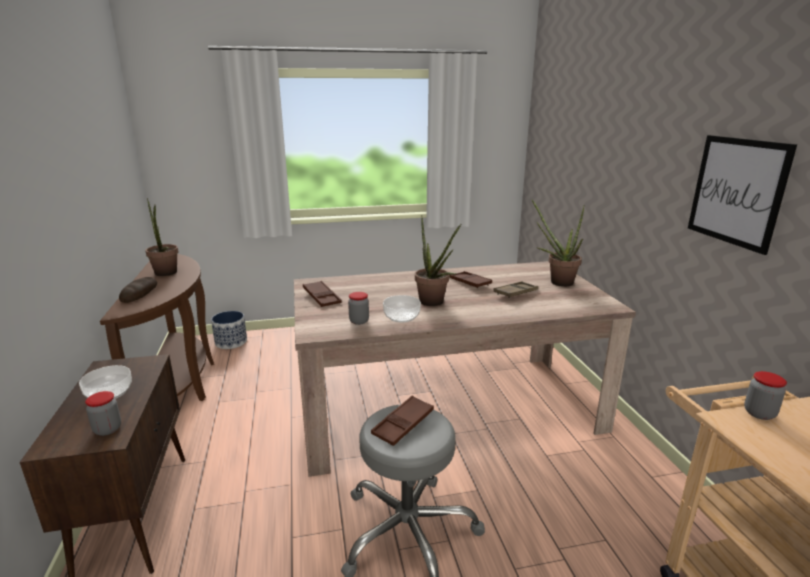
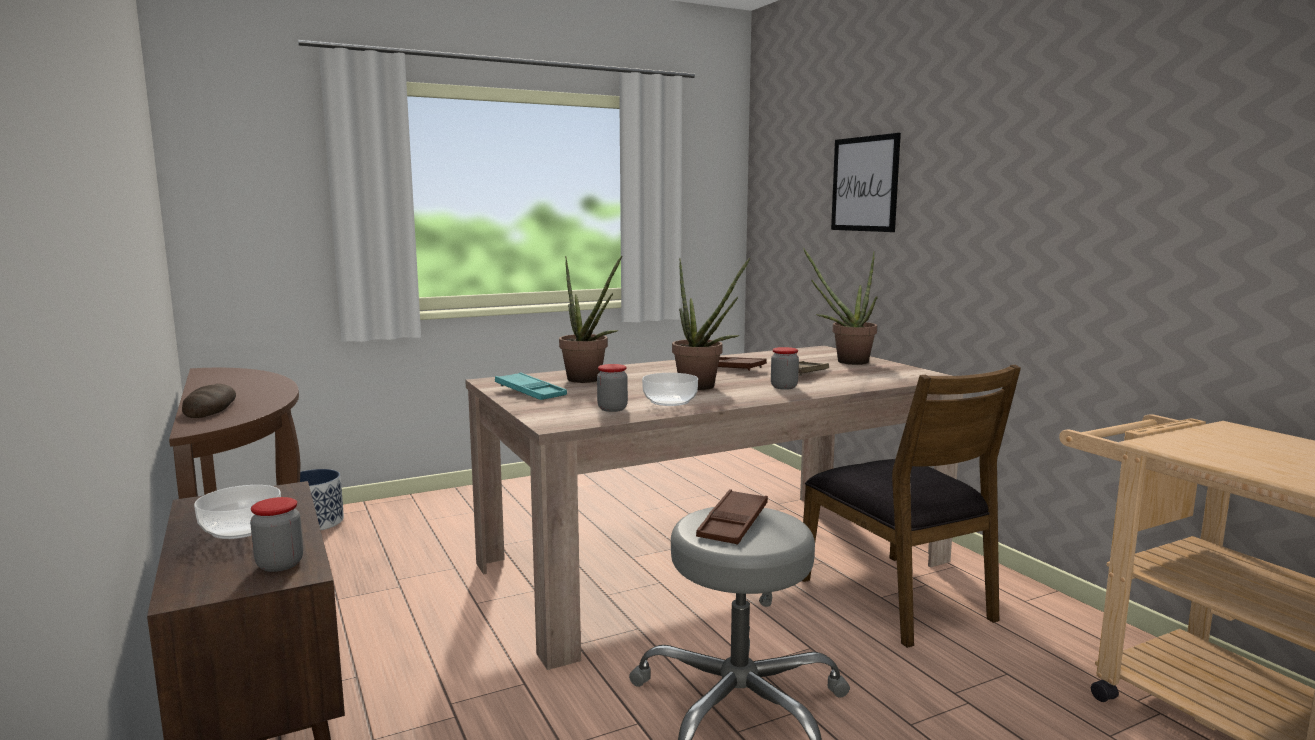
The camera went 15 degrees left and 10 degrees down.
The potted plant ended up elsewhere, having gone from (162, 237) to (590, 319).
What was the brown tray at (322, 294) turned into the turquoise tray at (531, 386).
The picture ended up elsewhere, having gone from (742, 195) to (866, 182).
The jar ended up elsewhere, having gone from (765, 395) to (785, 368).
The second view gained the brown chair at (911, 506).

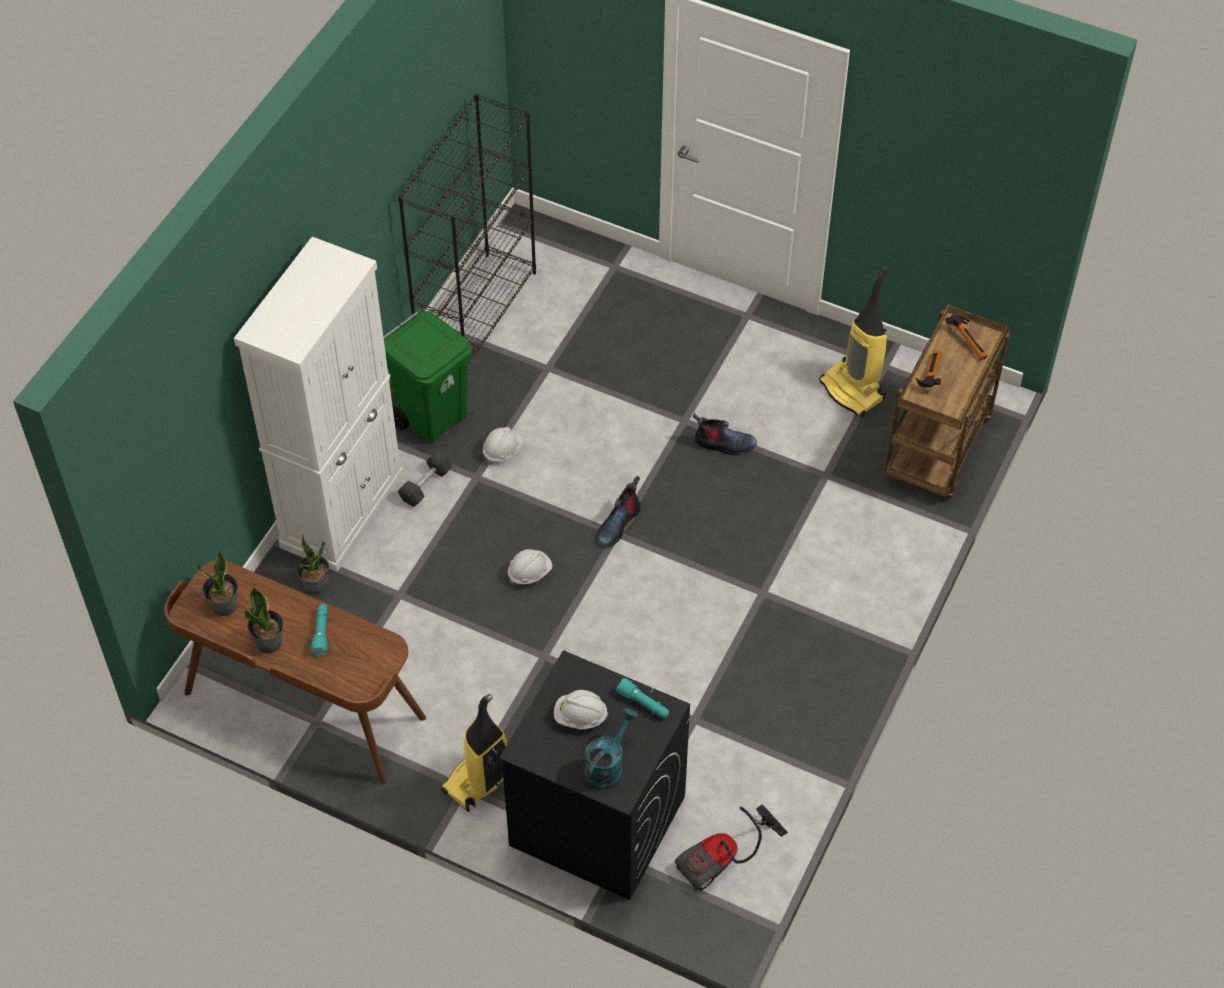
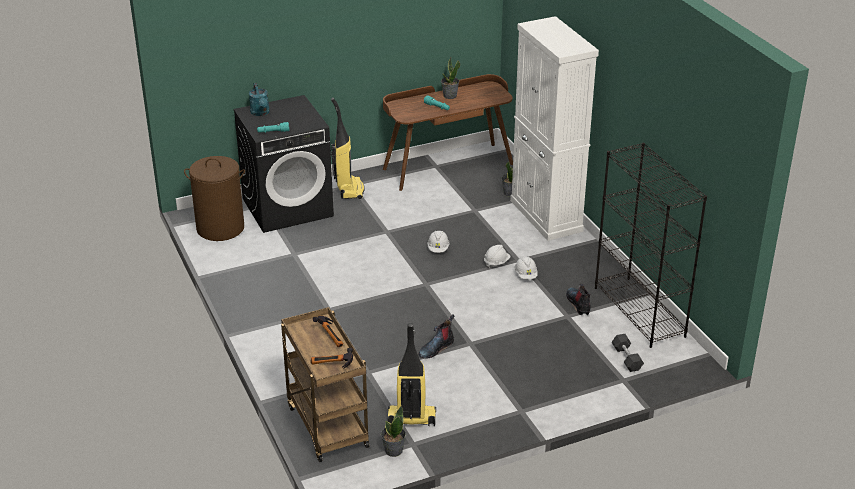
The camera went 130 degrees right and 20 degrees down.
The potted plant ended up elsewhere, having gone from (217, 583) to (393, 431).
The second view lost the green trash can at (427, 376).
The black dumbbell ended up elsewhere, having gone from (425, 479) to (628, 353).
The white hard hat ended up elsewhere, having gone from (581, 709) to (497, 256).
The boot ended up elsewhere, having gone from (619, 511) to (578, 299).
Where the vacuum cleaner stood at (731, 847), the brown laundry basket came to stand at (214, 198).

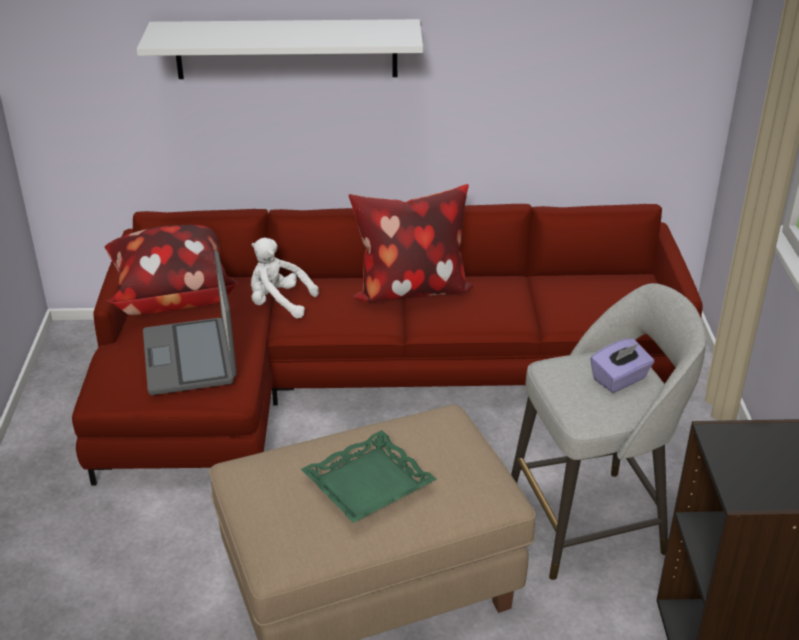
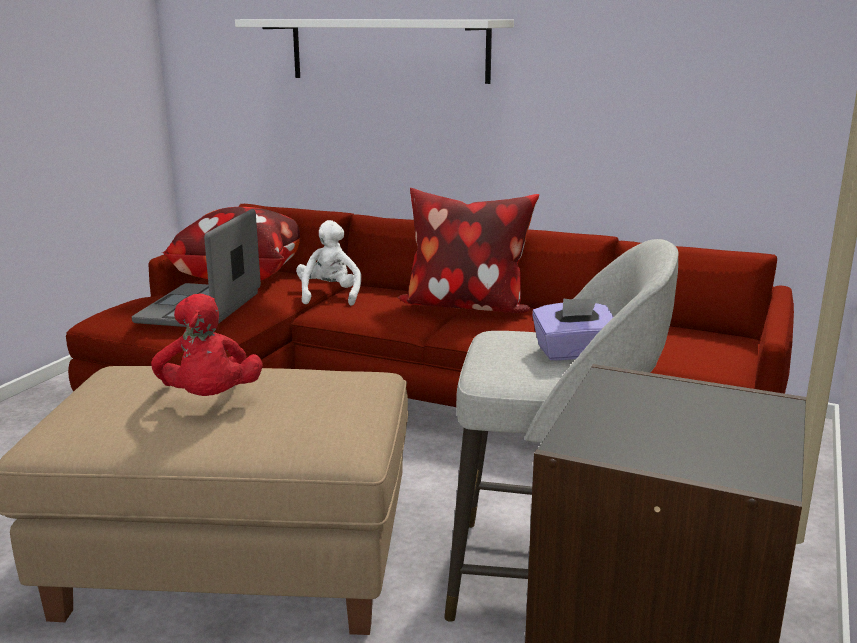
The camera went 25 degrees right and 15 degrees down.
The white plush toy at (285, 278) ended up facing another way, 45 degrees clockwise from before.
Where the green tray stood at (368, 476), the red plush toy came to stand at (207, 345).

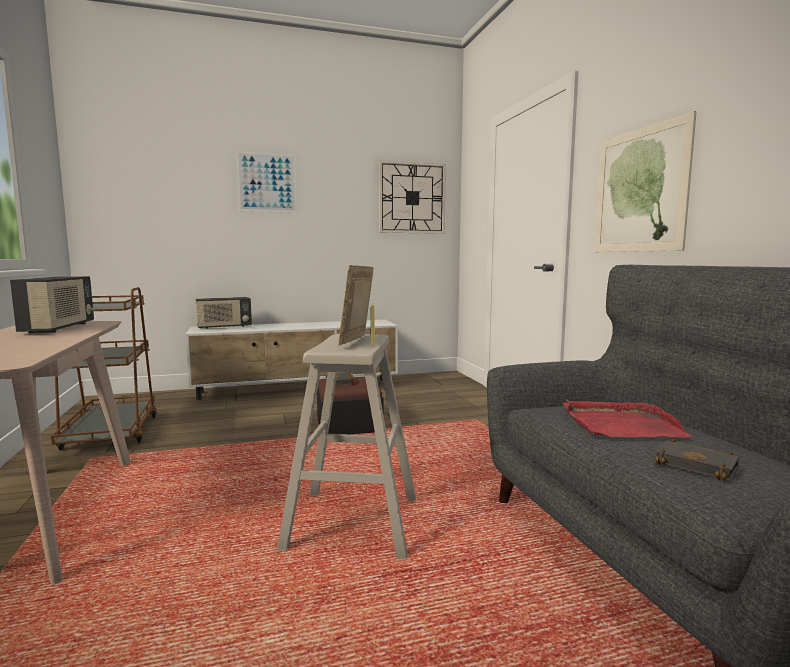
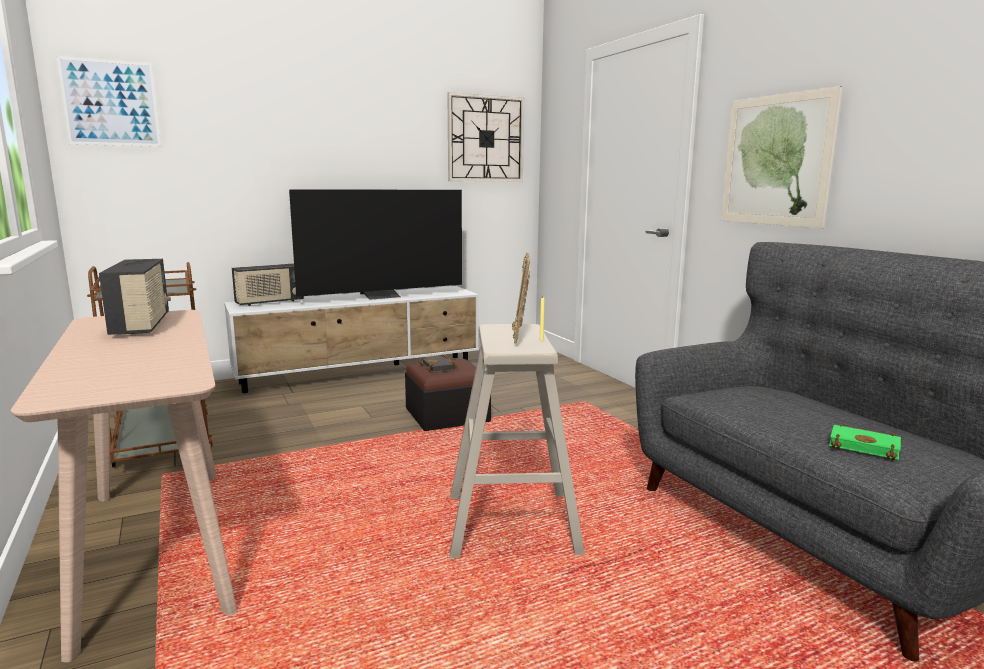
The camera went 10 degrees left and 5 degrees up.
The picture ended up elsewhere, having gone from (266, 182) to (108, 101).
The second view lost the red tray at (627, 418).
What was the black book at (696, 459) turned into the green book at (865, 441).
The second view gained the television at (375, 244).

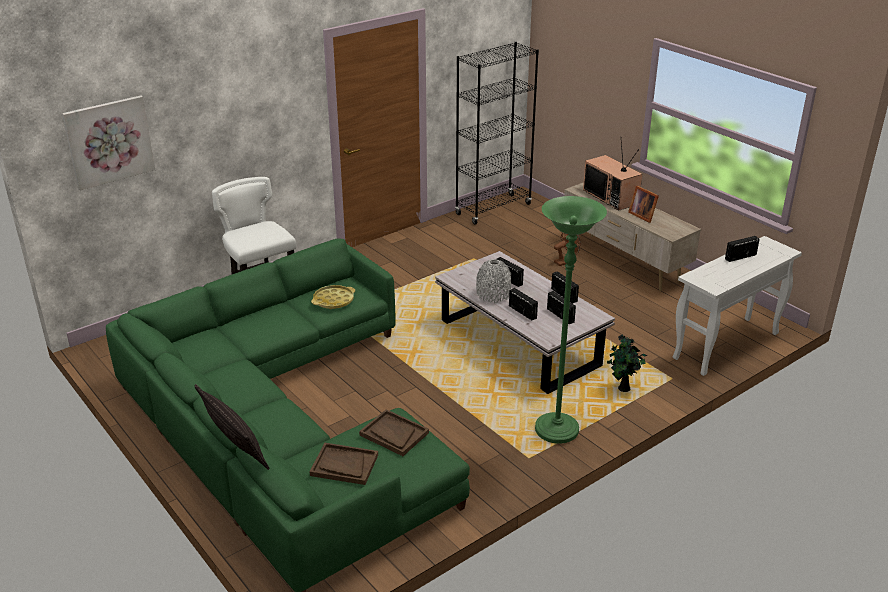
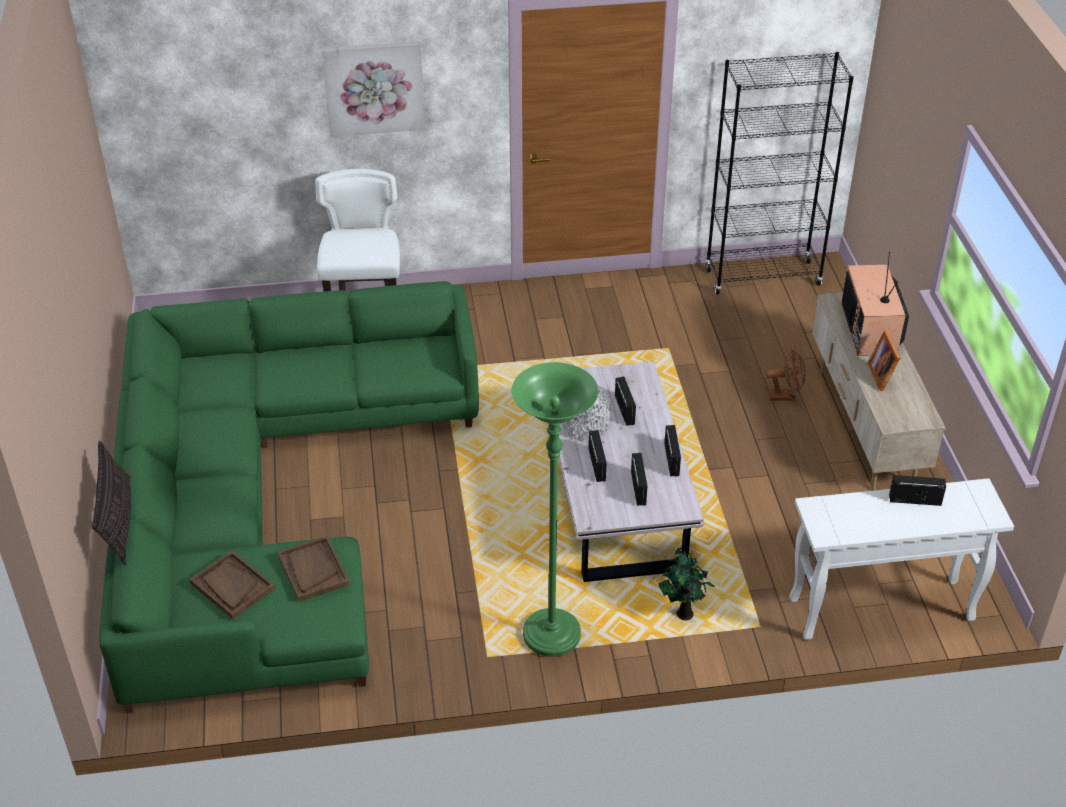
The camera went 30 degrees right and 10 degrees up.
The picture ended up elsewhere, having gone from (108, 142) to (373, 89).
The second view lost the yellow tray at (333, 297).

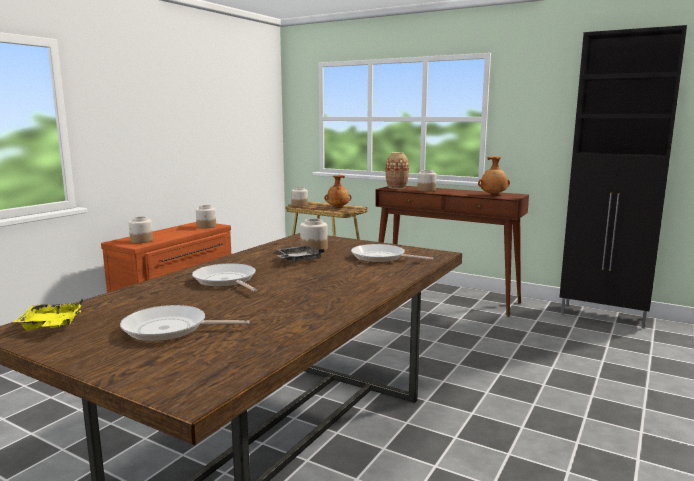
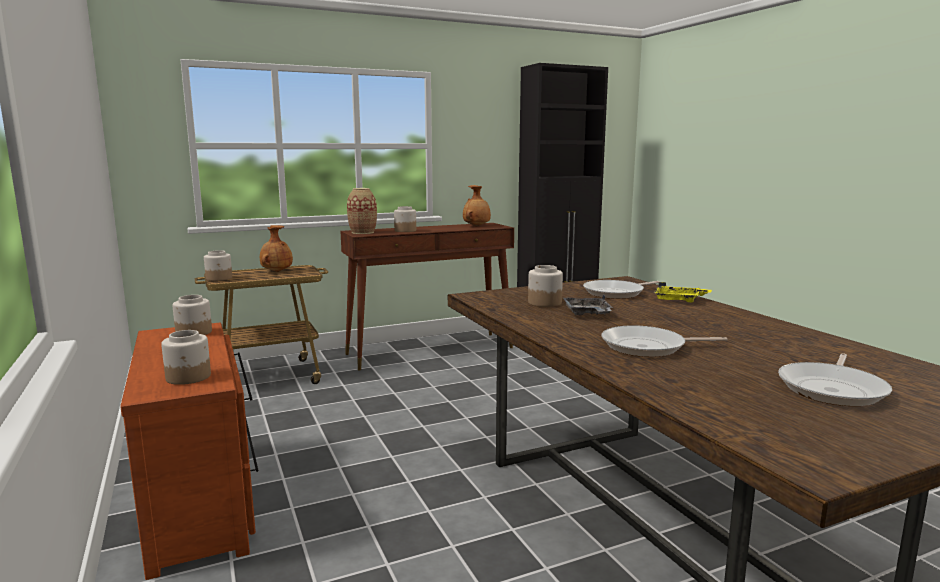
The camera went 55 degrees left and 0 degrees up.
The yellow tray ended up elsewhere, having gone from (48, 314) to (683, 292).

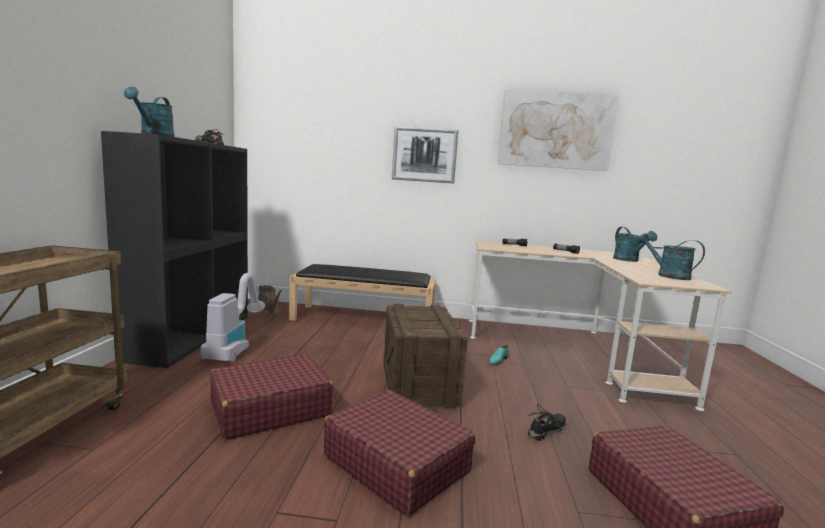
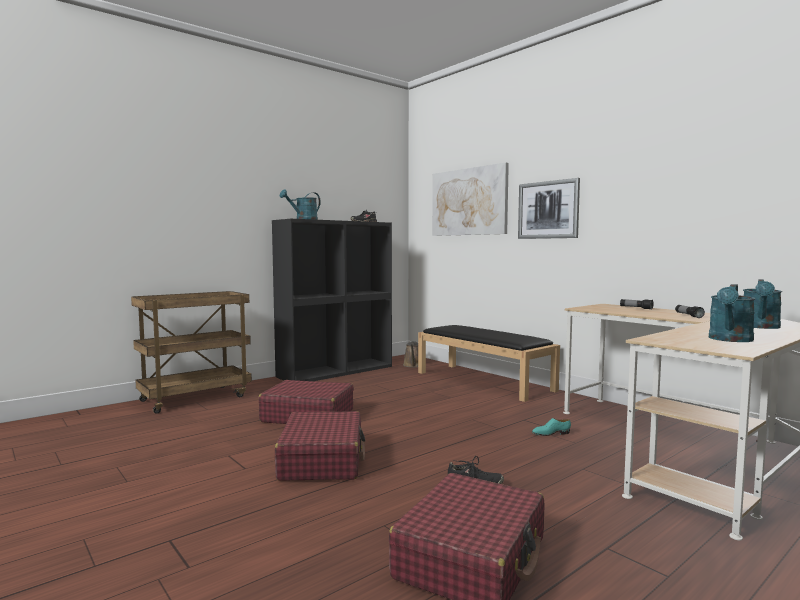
The camera went 45 degrees right and 5 degrees down.
The second view lost the vacuum cleaner at (233, 317).
The second view lost the crate at (425, 357).
The picture ended up elsewhere, having gone from (558, 130) to (470, 199).
The turquoise watering can at (671, 256) ended up facing another way, 150 degrees counterclockwise from before.

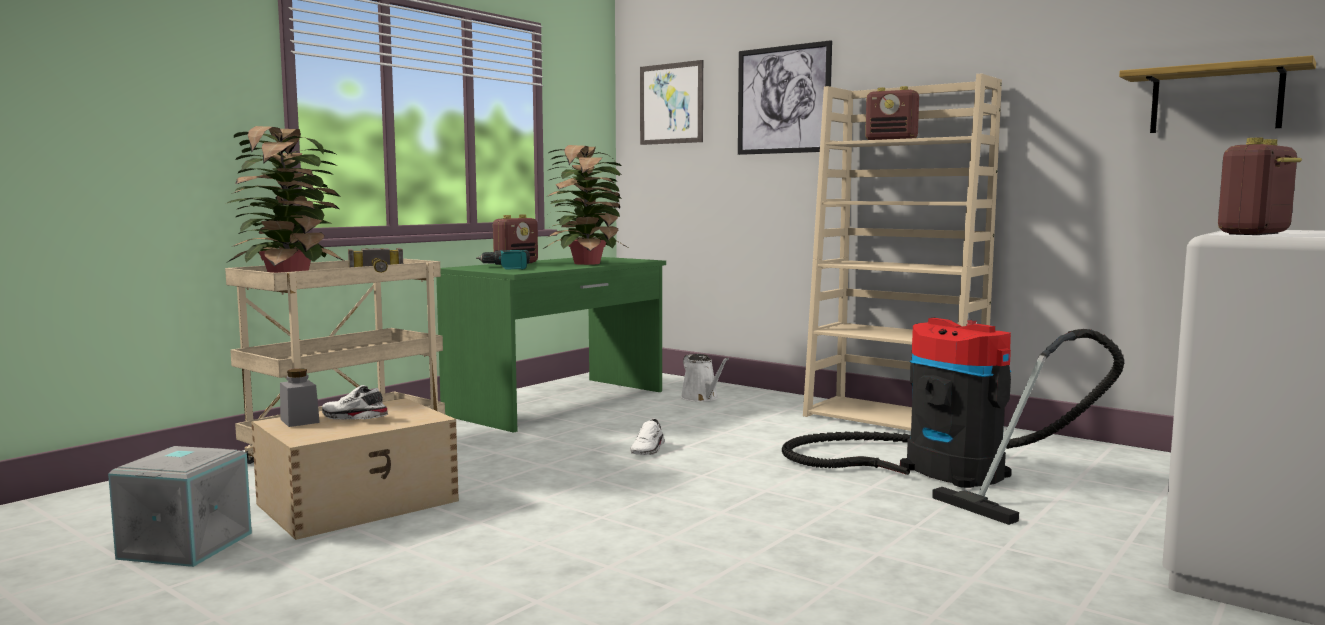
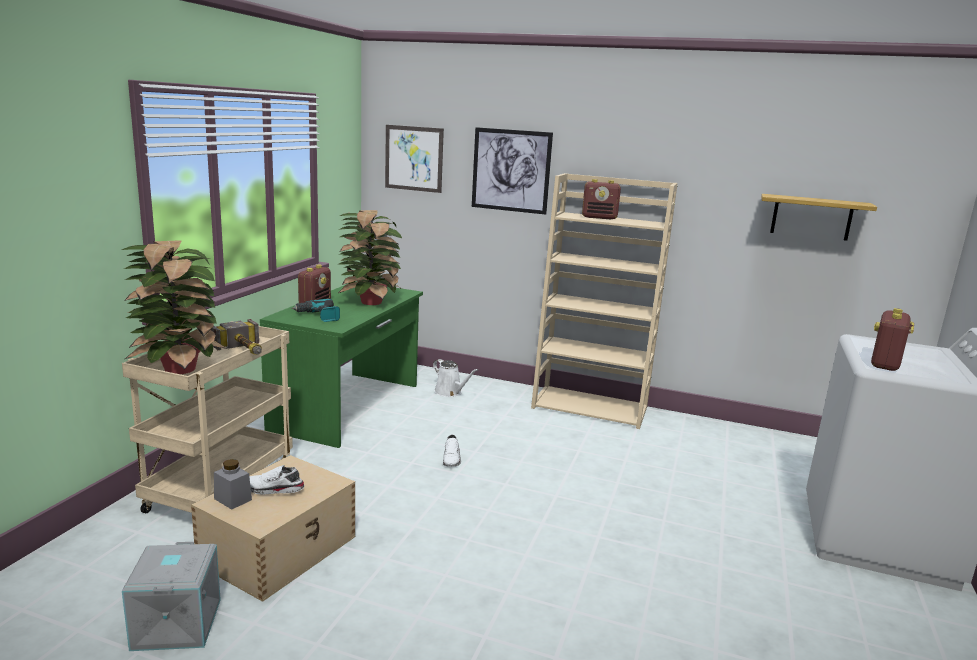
The camera went 20 degrees left and 10 degrees up.
The second view lost the vacuum cleaner at (953, 421).

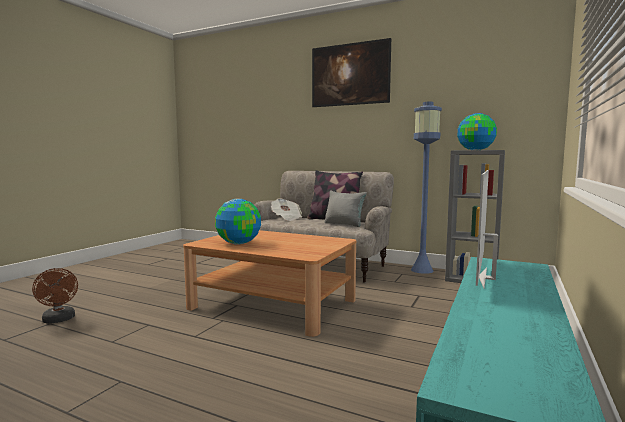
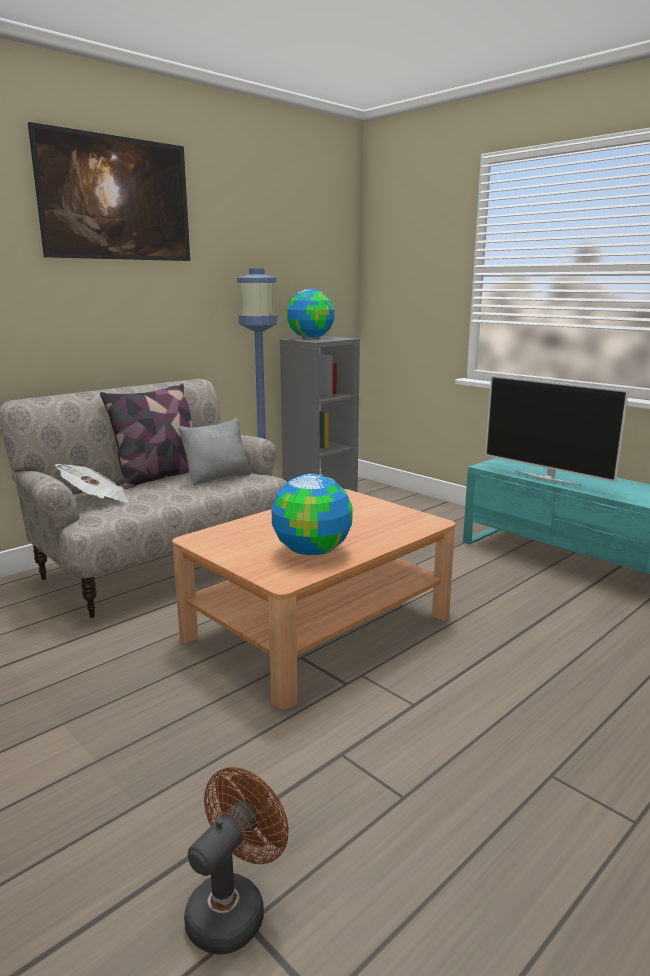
The camera went 70 degrees left and 10 degrees up.
The brown fan at (55, 296) ended up facing another way, 45 degrees counterclockwise from before.

